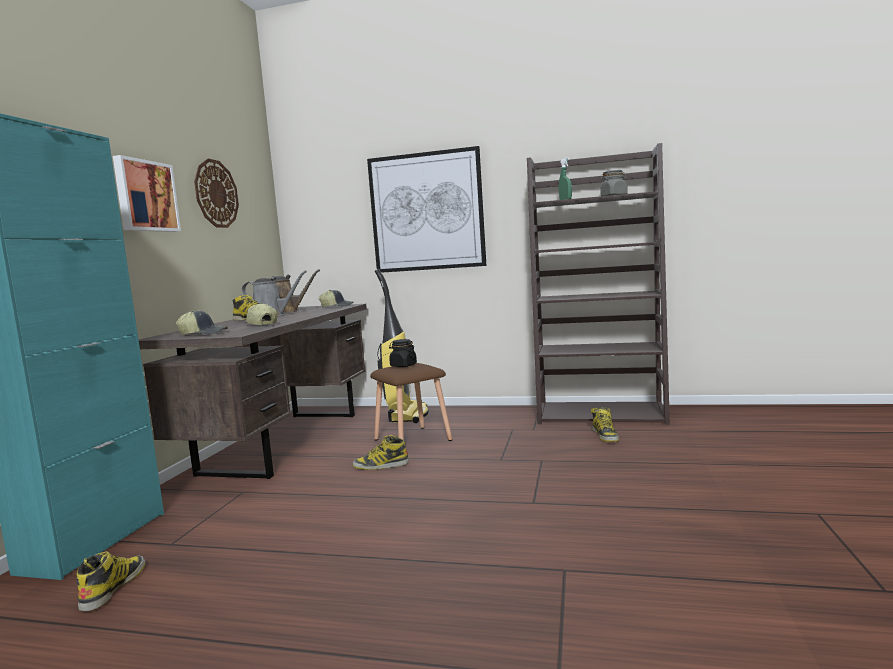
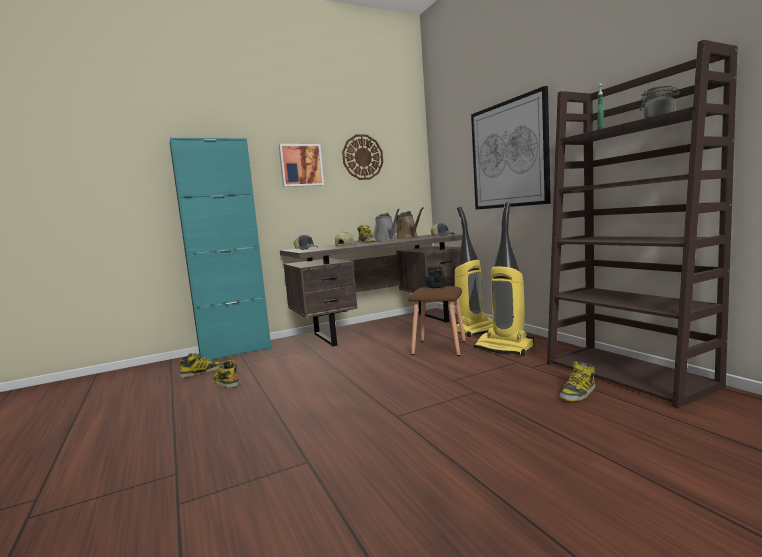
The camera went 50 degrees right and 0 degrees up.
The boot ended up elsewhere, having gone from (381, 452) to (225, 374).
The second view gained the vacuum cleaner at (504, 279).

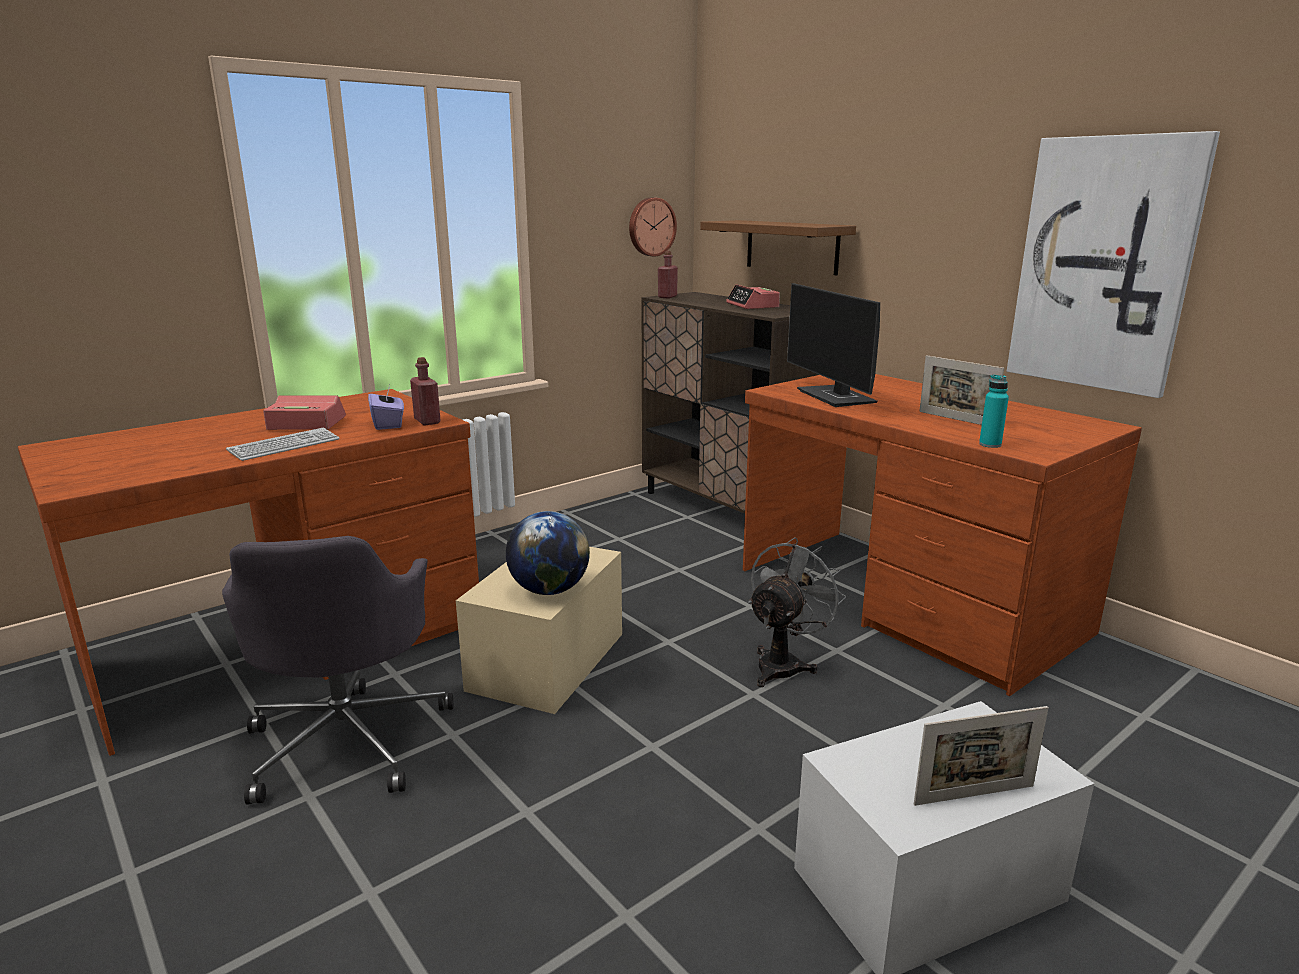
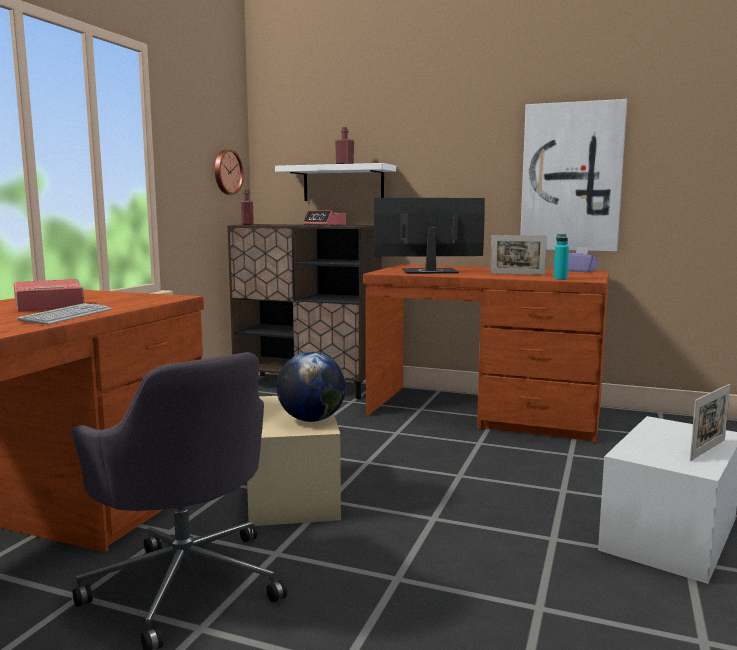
The camera went 30 degrees left and 10 degrees down.
The purple tissue box ended up elsewhere, having gone from (386, 407) to (583, 259).
The red bottle ended up elsewhere, having gone from (425, 391) to (344, 145).
What was the brown shelf at (778, 247) turned into the white shelf at (335, 182).
The second view lost the grey fan at (797, 612).
The monitor at (833, 345) ended up facing another way, 135 degrees clockwise from before.

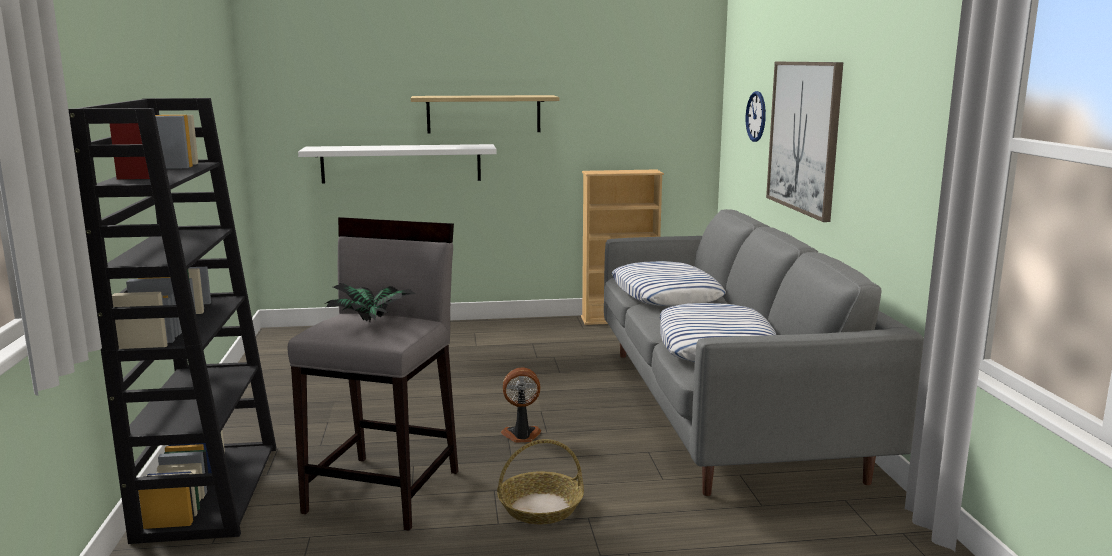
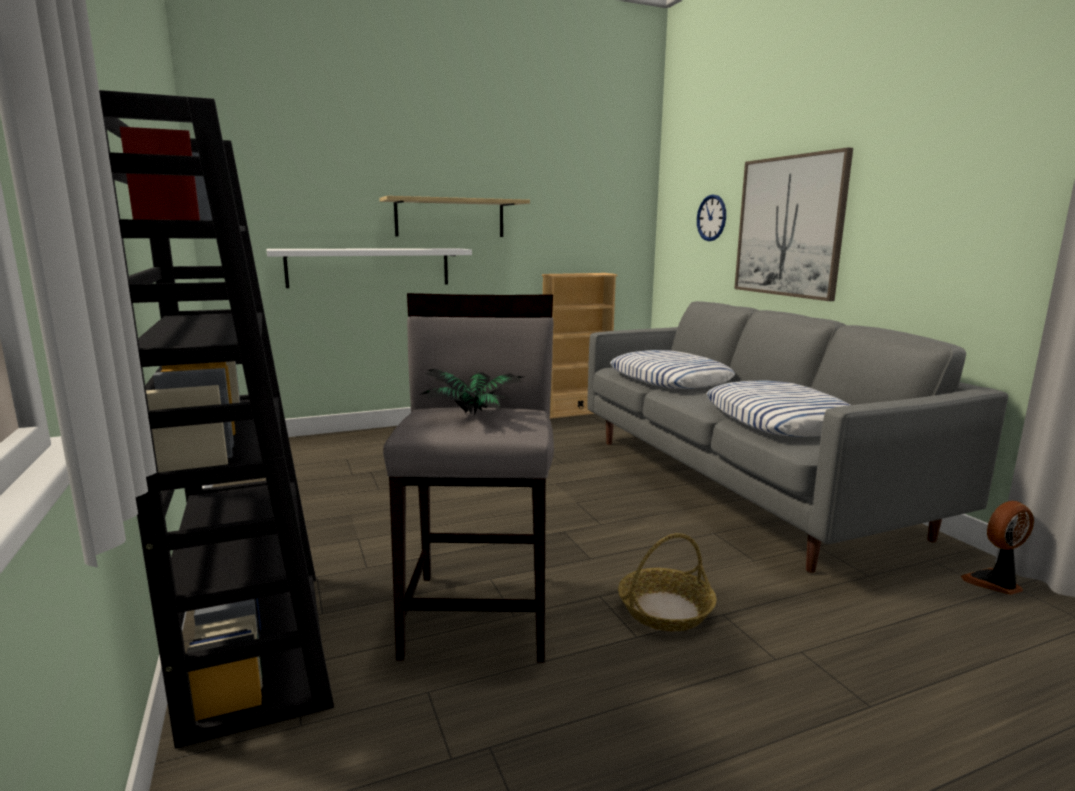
The camera went 15 degrees left and 0 degrees up.
The fan ended up elsewhere, having gone from (521, 405) to (997, 548).

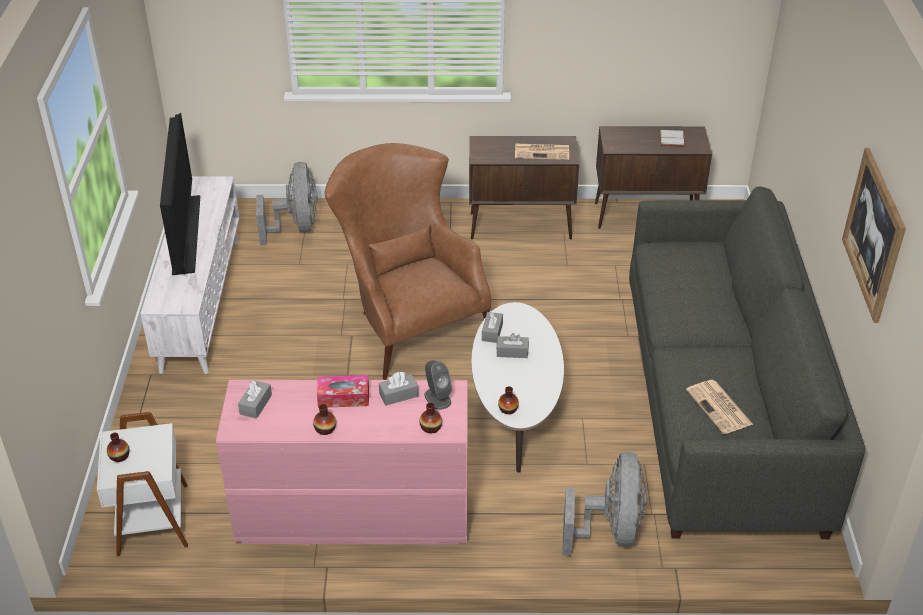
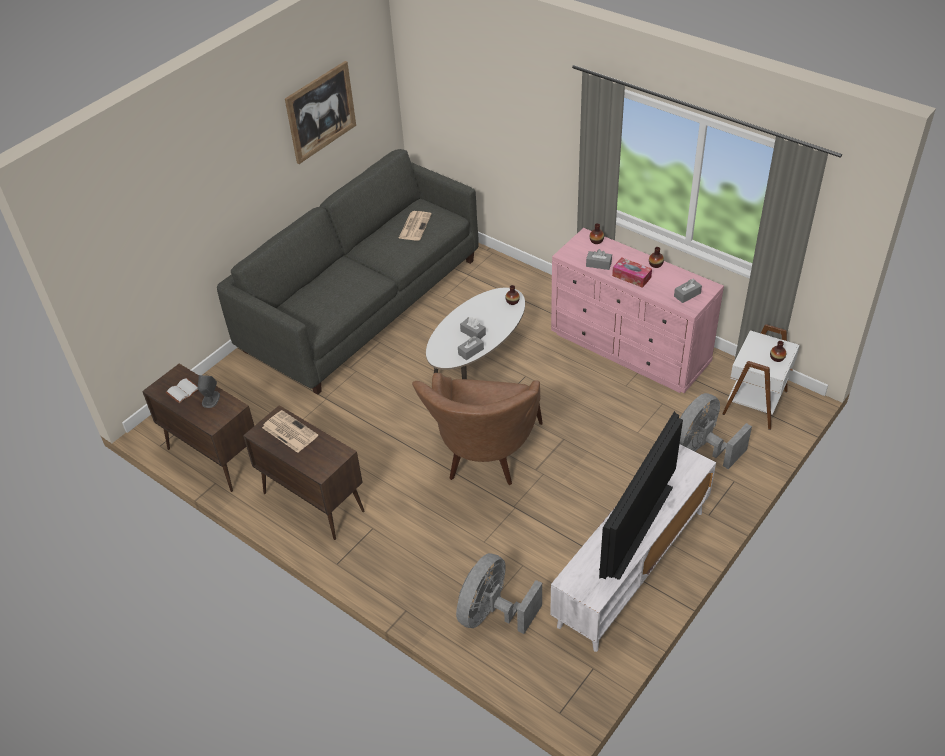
The camera went 140 degrees left and 5 degrees up.
The grey speaker ended up elsewhere, having gone from (438, 385) to (208, 391).
The grey fan ended up elsewhere, having gone from (604, 504) to (716, 431).

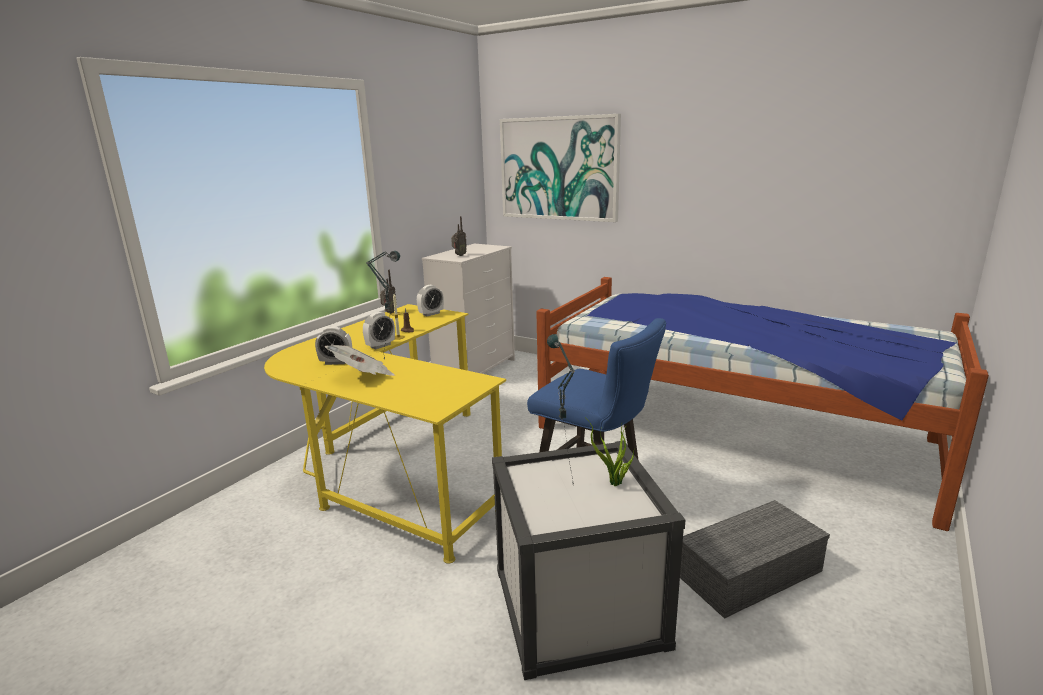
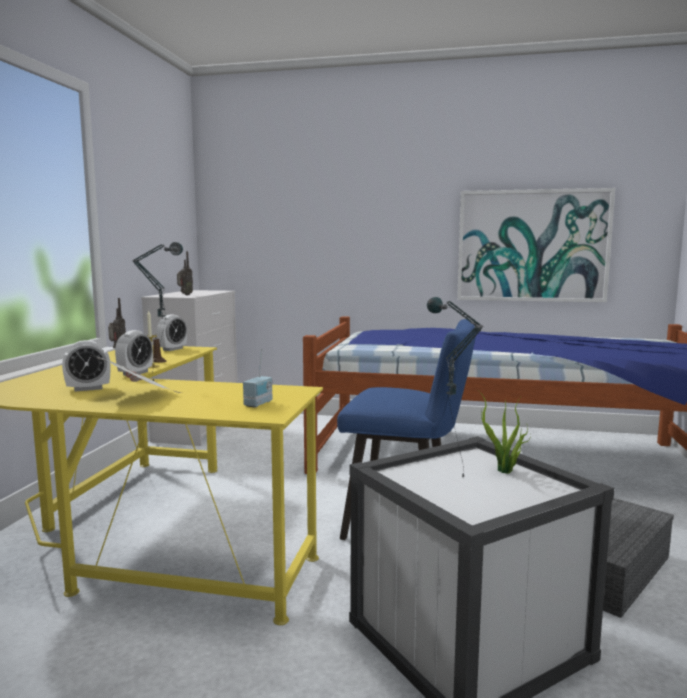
The camera went 20 degrees left and 10 degrees down.
The picture ended up elsewhere, having gone from (560, 168) to (536, 245).
The second view gained the radio at (258, 378).

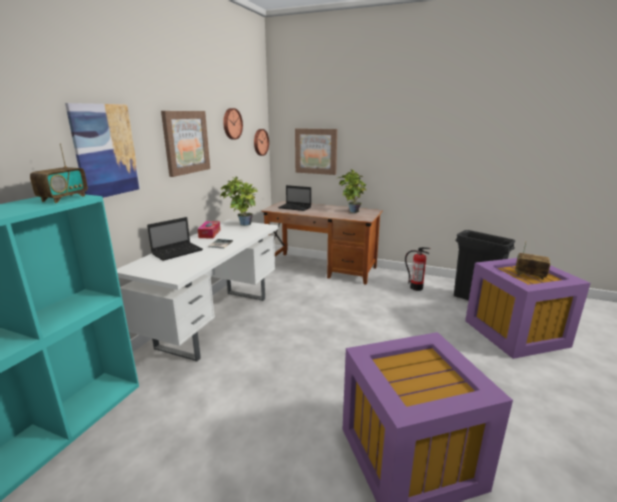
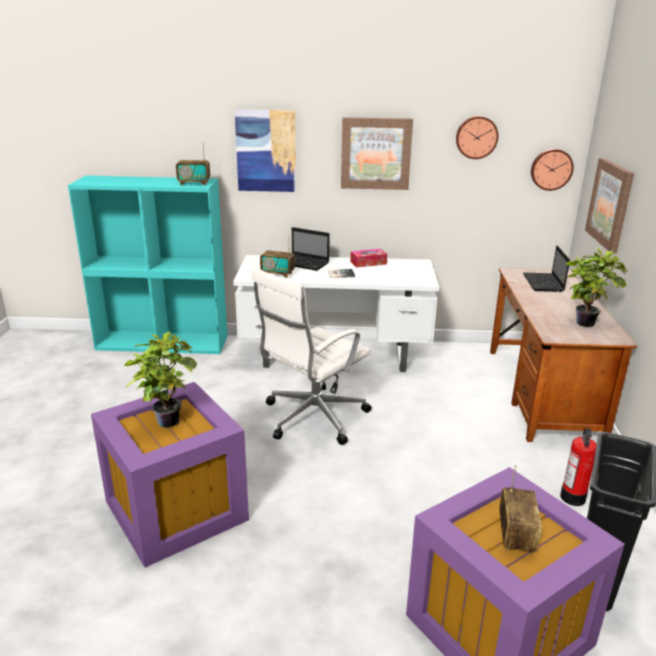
The camera went 70 degrees right and 5 degrees up.
The potted plant ended up elsewhere, having gone from (239, 201) to (160, 379).
The second view gained the white office chair at (311, 356).
The second view gained the radio at (277, 257).

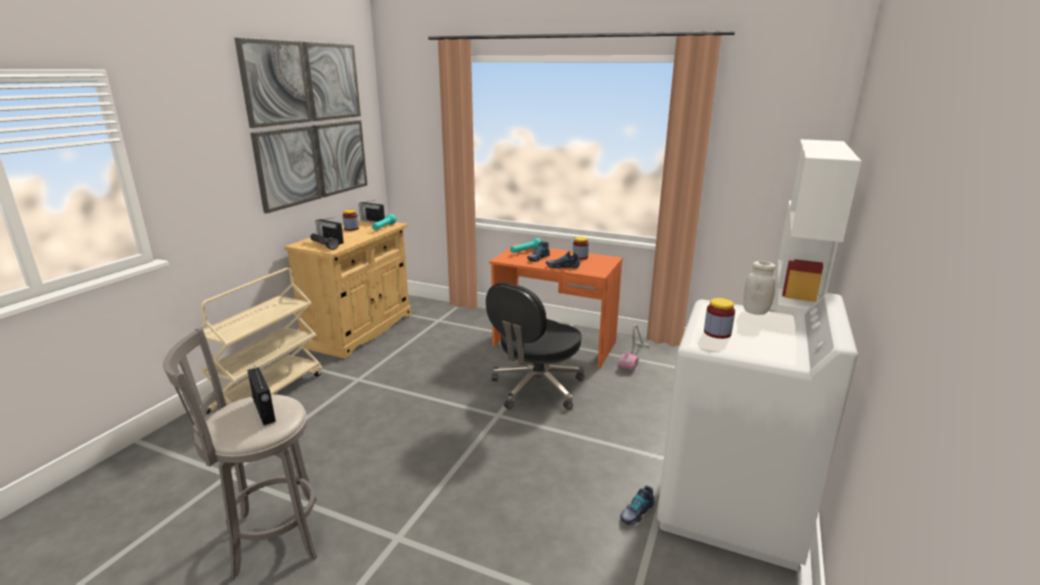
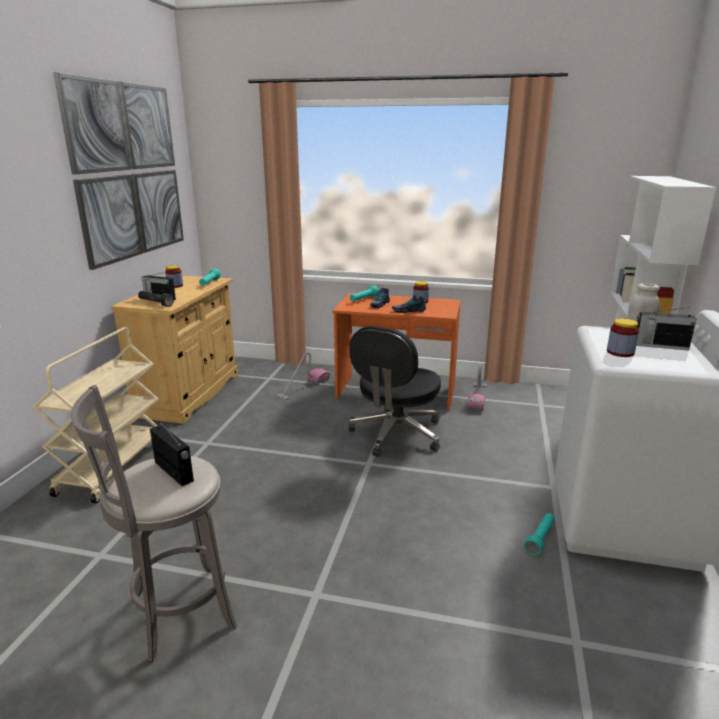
The camera went 10 degrees left and 0 degrees up.
The radio ended up elsewhere, having gone from (372, 211) to (666, 329).
Where the shoe stood at (637, 505), the turquoise flashlight came to stand at (539, 534).
The second view gained the vacuum cleaner at (303, 376).

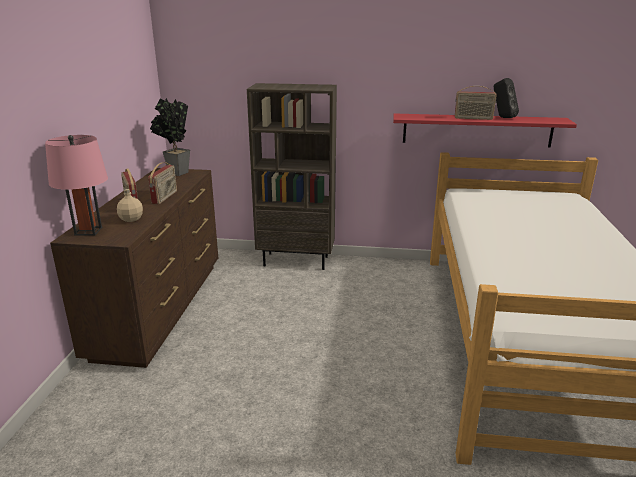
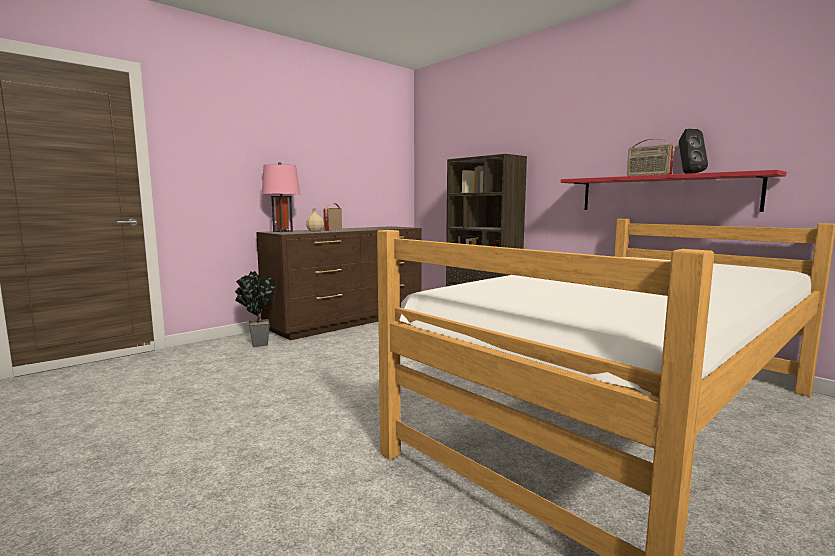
The camera went 40 degrees right and 15 degrees down.
The second view lost the radio at (162, 183).
The potted plant ended up elsewhere, having gone from (170, 137) to (255, 309).

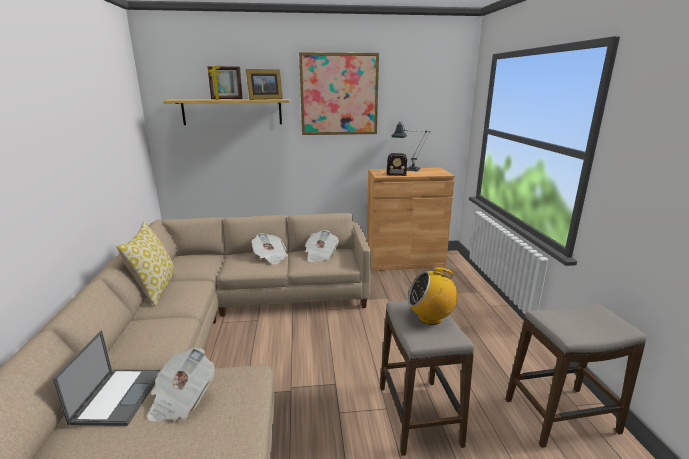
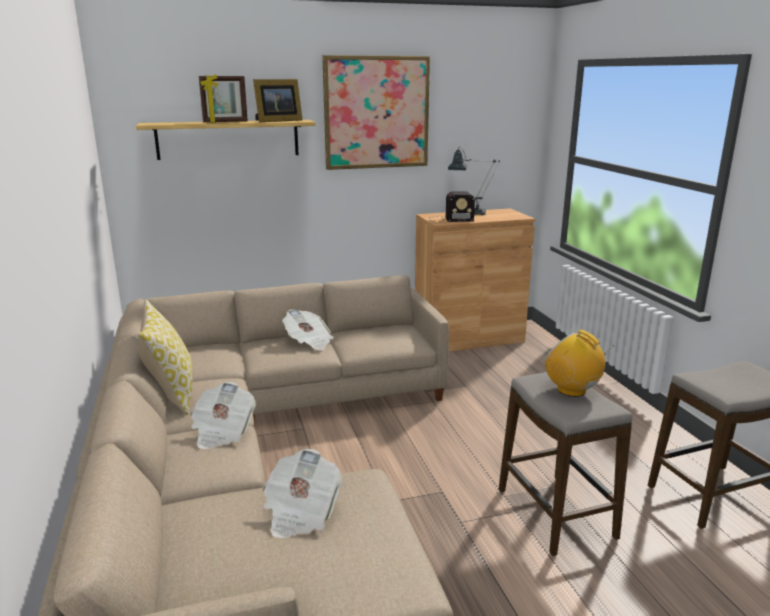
The camera went 10 degrees left and 0 degrees up.
The second view lost the laptop at (107, 378).
The newspaper ended up elsewhere, having gone from (322, 246) to (223, 415).
The radio at (433, 296) ended up facing another way, 60 degrees clockwise from before.

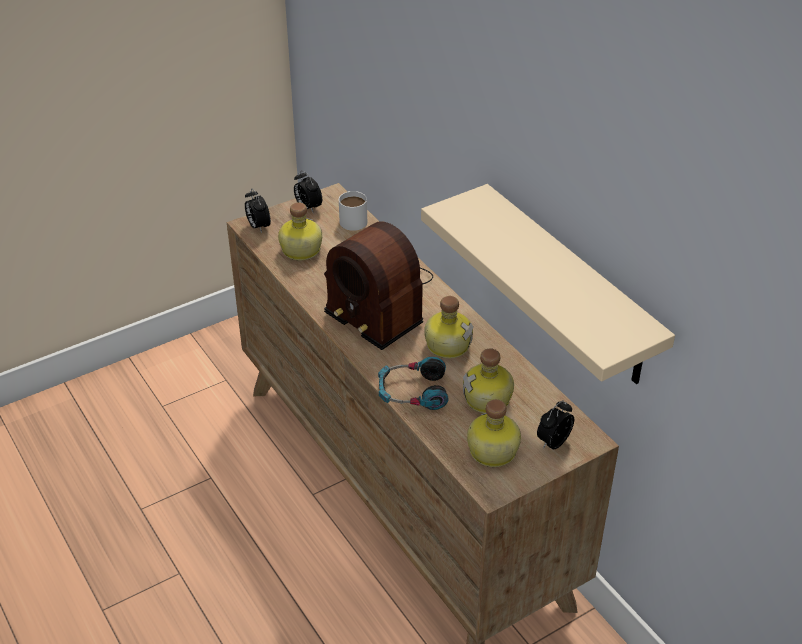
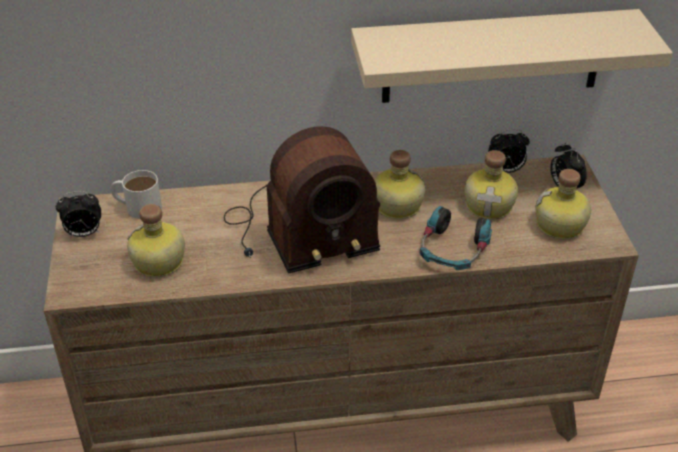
The camera went 65 degrees left and 0 degrees up.
The alarm clock ended up elsewhere, having gone from (258, 211) to (509, 151).

